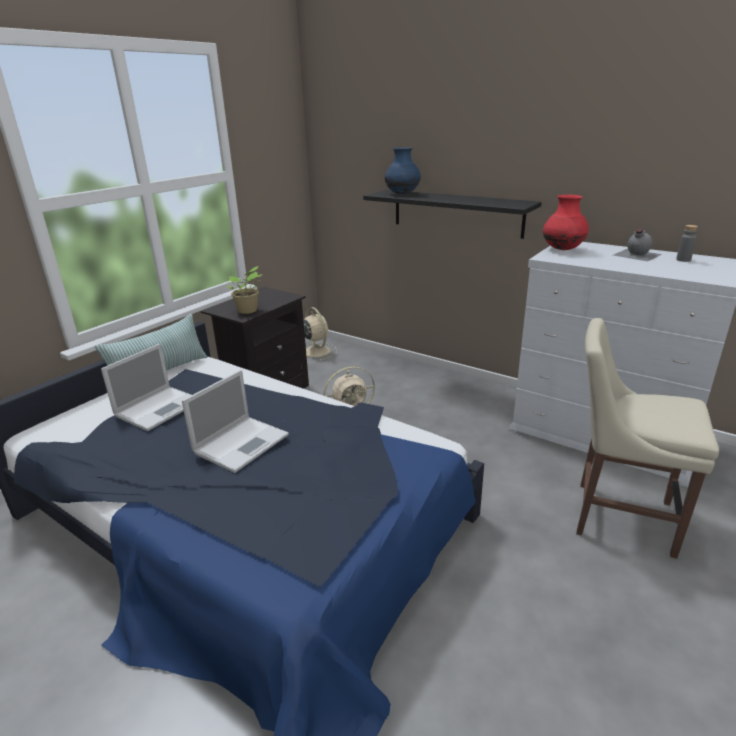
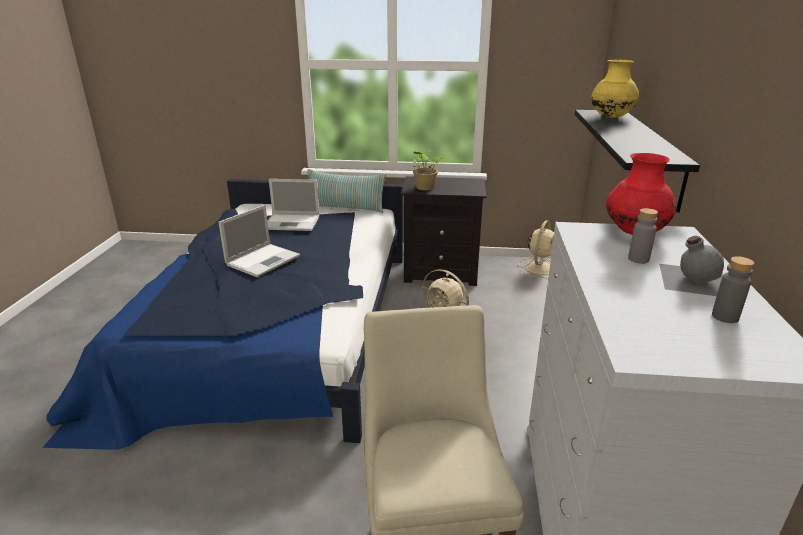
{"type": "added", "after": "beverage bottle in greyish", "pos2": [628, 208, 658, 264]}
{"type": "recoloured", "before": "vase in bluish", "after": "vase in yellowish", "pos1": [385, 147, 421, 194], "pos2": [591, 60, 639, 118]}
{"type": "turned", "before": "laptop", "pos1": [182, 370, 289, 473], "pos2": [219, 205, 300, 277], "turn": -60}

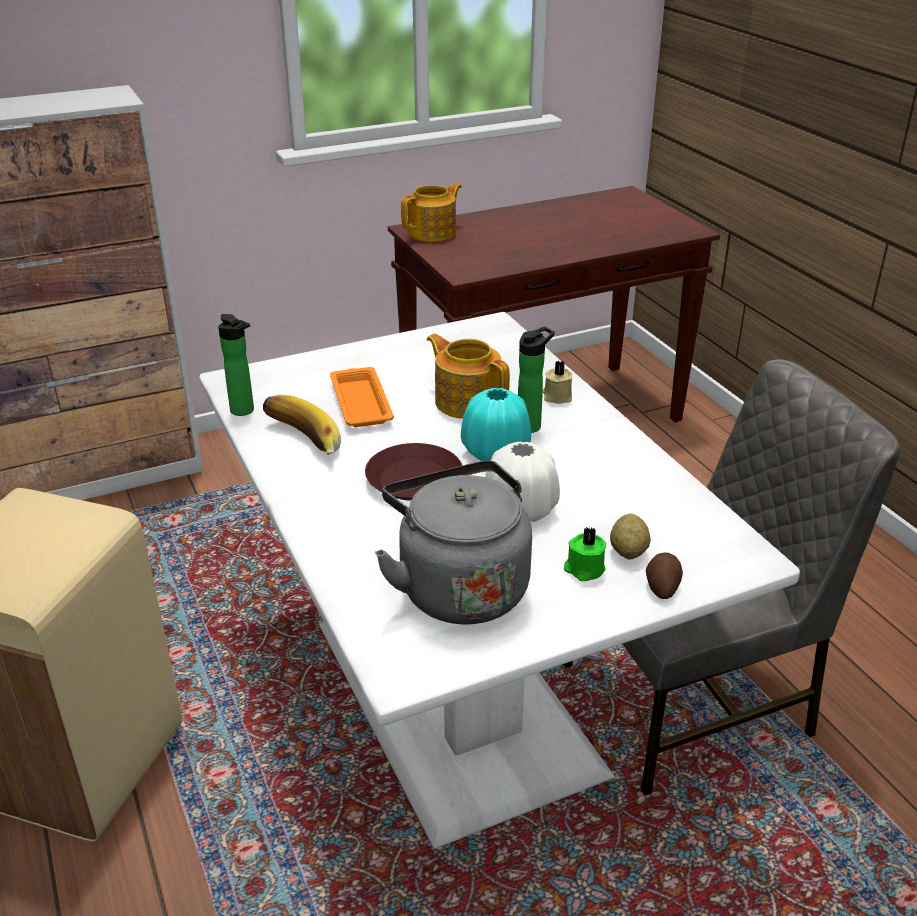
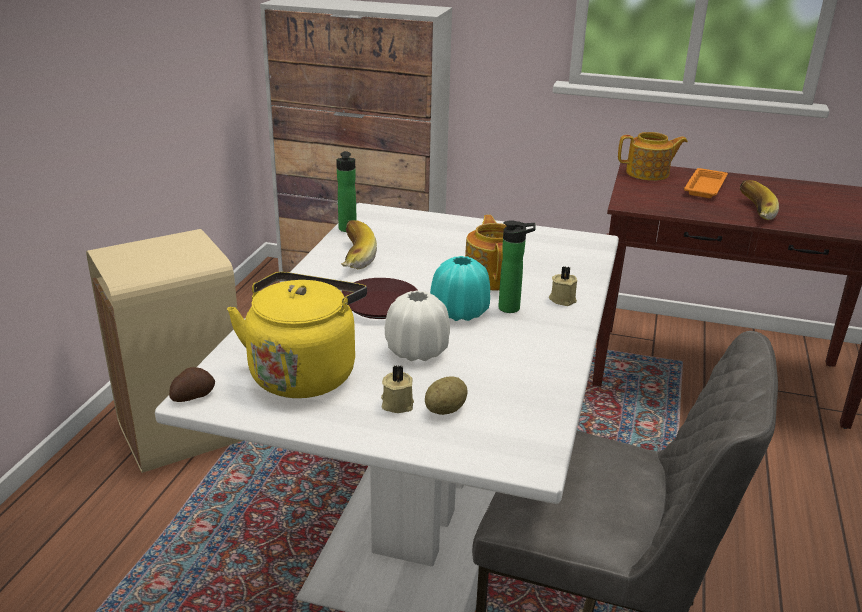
{"type": "added", "after": "banana fruit", "pos2": [740, 180, 779, 220]}
{"type": "moved", "before": "tray in orange", "pos1": [330, 367, 394, 427], "pos2": [684, 168, 728, 198]}
{"type": "moved", "before": "spud", "pos1": [646, 552, 683, 599], "pos2": [169, 367, 215, 402]}
{"type": "recoloured", "before": "kettle in greyish", "after": "kettle in yellowish", "pos1": [375, 461, 532, 625], "pos2": [227, 272, 367, 398]}
{"type": "recoloured", "before": "candle in greenish", "after": "candle in sand-coloured", "pos1": [564, 527, 606, 581], "pos2": [381, 365, 414, 413]}

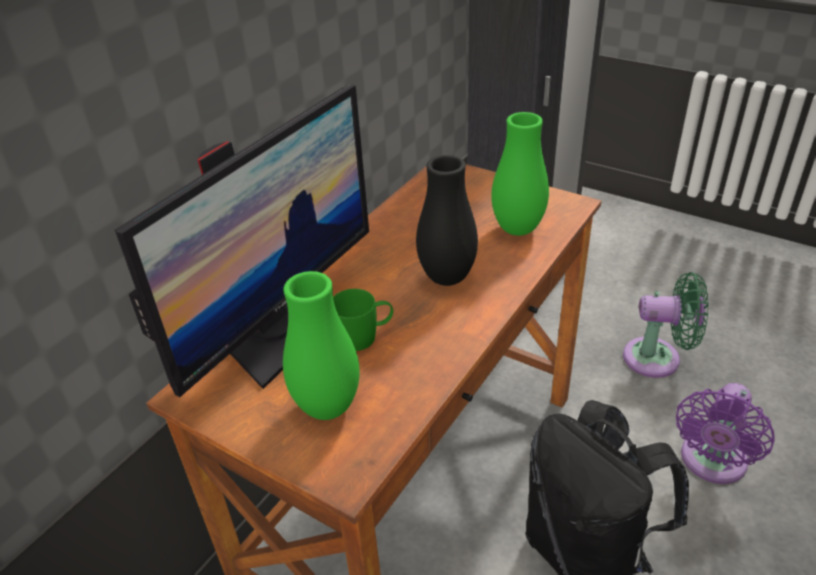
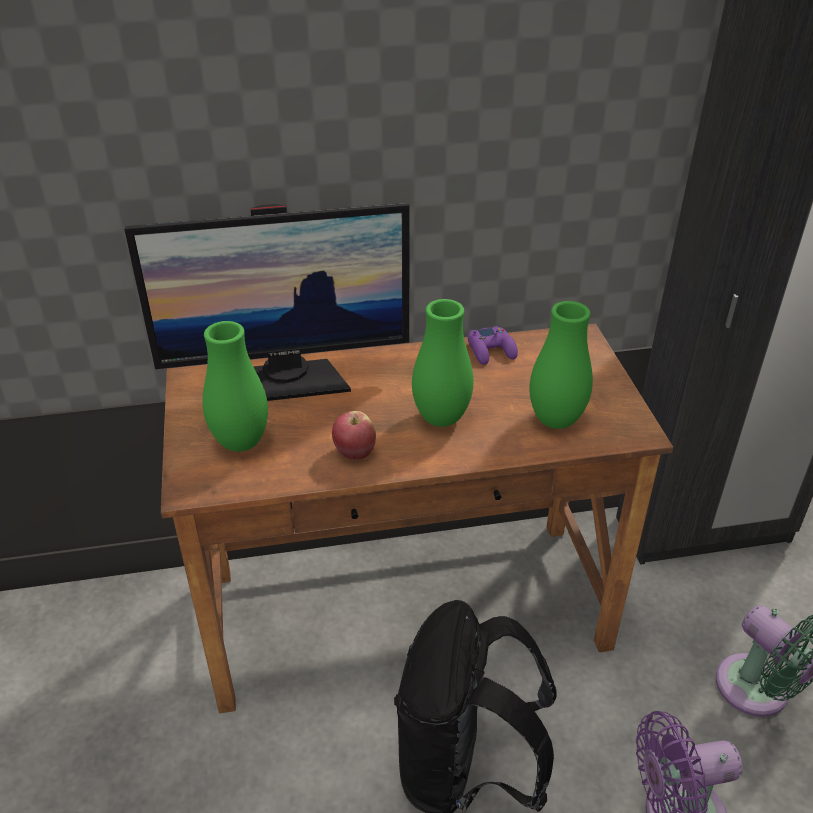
{"type": "removed", "before": "coffee mug in greenish", "pos1": [333, 289, 393, 351]}
{"type": "added", "after": "apple", "pos2": [332, 411, 376, 460]}
{"type": "added", "after": "gamepad in purplish", "pos2": [468, 326, 518, 365]}
{"type": "recoloured", "before": "vase in blackish", "after": "vase in greenish", "pos1": [416, 155, 478, 286], "pos2": [412, 299, 474, 427]}

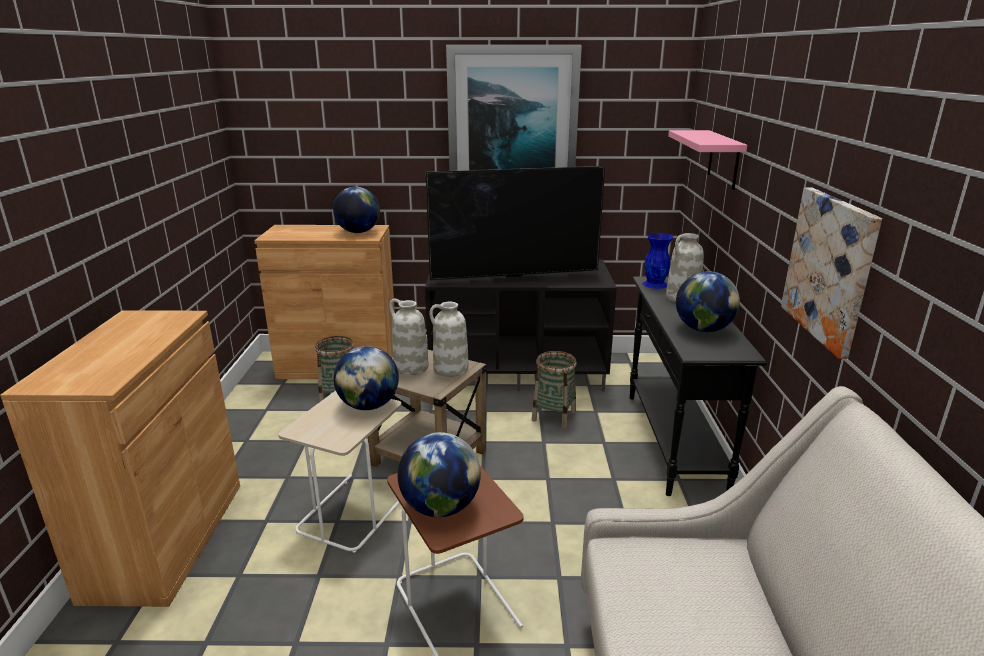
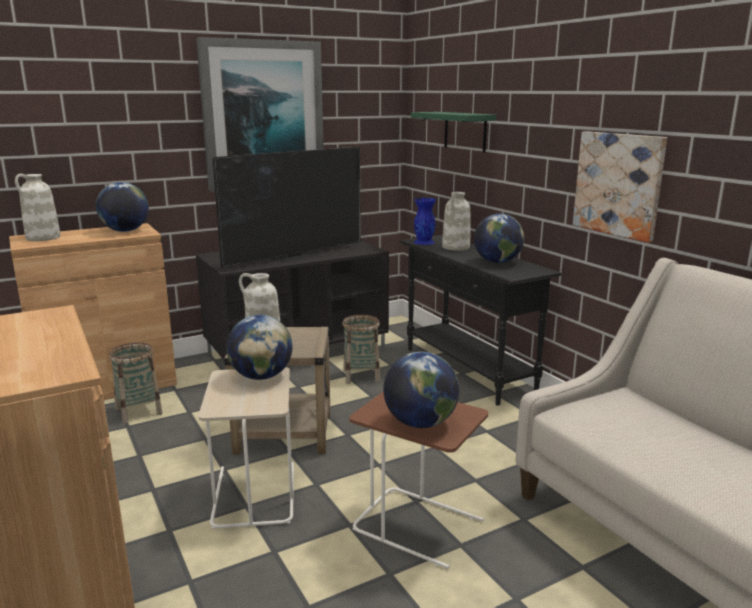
{"type": "moved", "before": "vase in white", "pos1": [429, 302, 469, 377], "pos2": [15, 174, 60, 241]}
{"type": "recoloured", "before": "shelf in pink", "after": "shelf in greenish", "pos1": [668, 130, 747, 189], "pos2": [411, 112, 496, 152]}

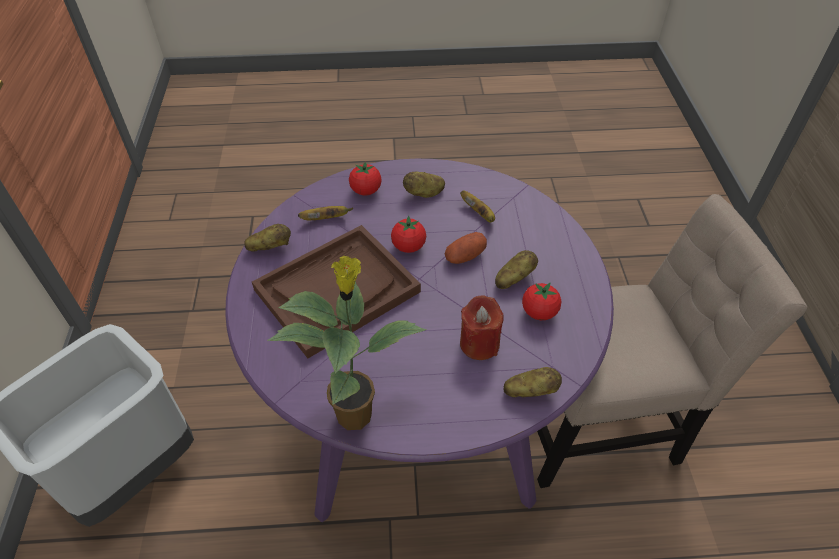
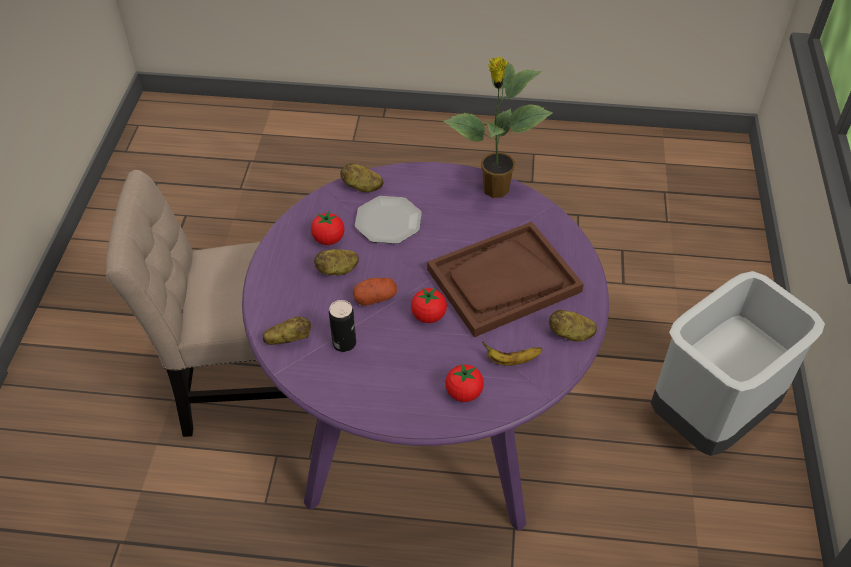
{"type": "moved", "before": "spud", "pos1": [403, 172, 445, 198], "pos2": [263, 317, 311, 345]}
{"type": "replaced", "before": "banana fruit", "after": "sealed can", "pos1": [460, 190, 495, 223], "pos2": [329, 300, 356, 352]}
{"type": "replaced", "before": "candle in reddish", "after": "dinner plate", "pos1": [460, 296, 504, 360], "pos2": [355, 196, 422, 244]}

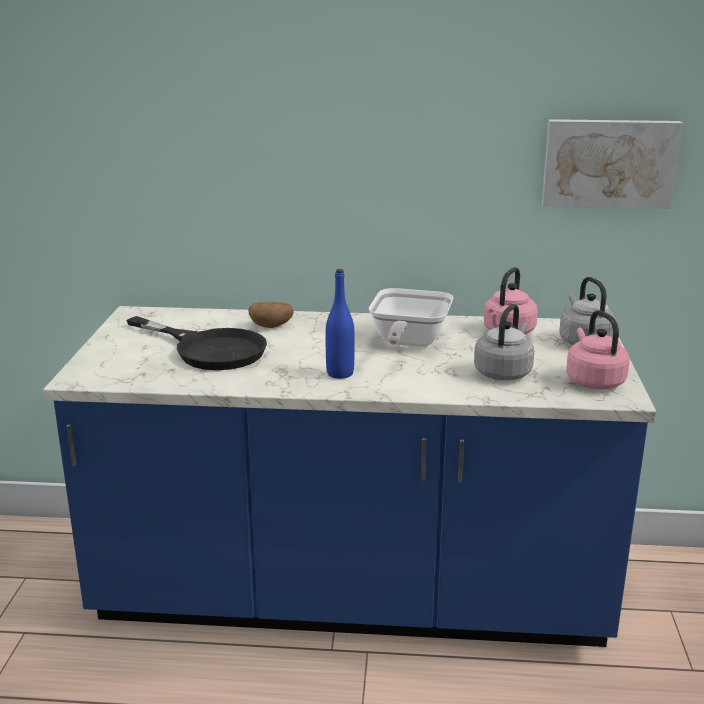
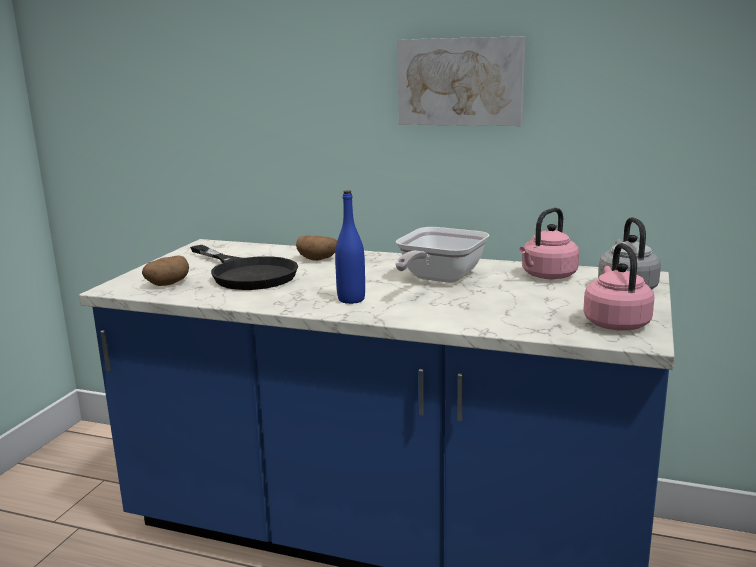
{"type": "removed", "before": "kettle in greyish", "pos1": [474, 304, 534, 380]}
{"type": "added", "after": "spud", "pos2": [142, 256, 189, 286]}
{"type": "moved", "before": "picture", "pos1": [542, 119, 683, 209], "pos2": [397, 36, 526, 126]}

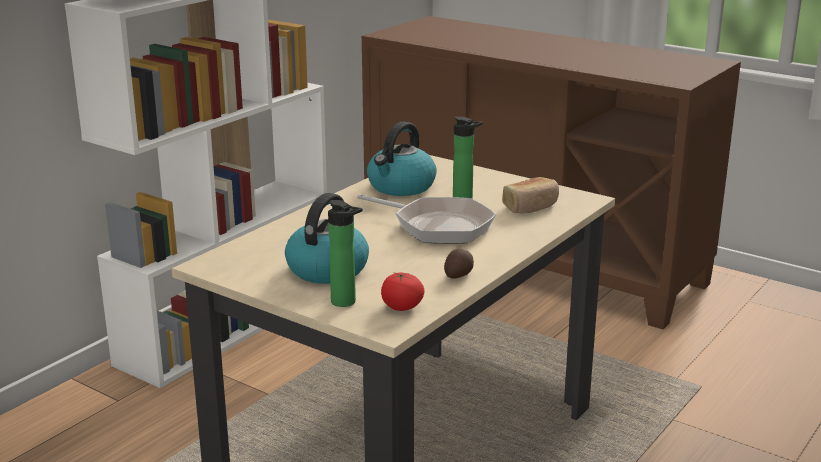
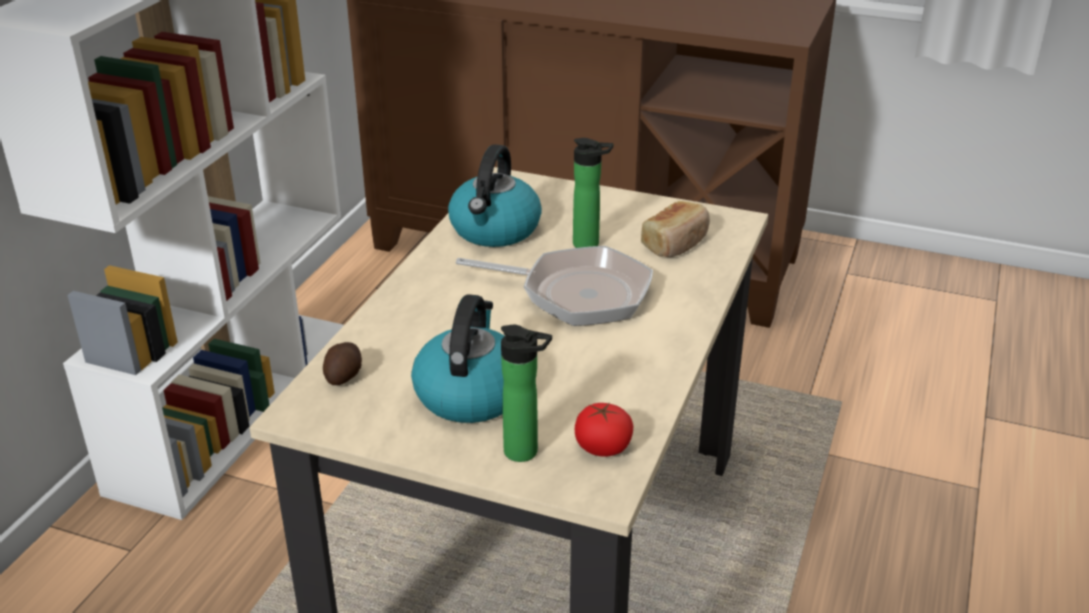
{"type": "moved", "before": "spud", "pos1": [444, 249, 474, 279], "pos2": [323, 342, 362, 385]}

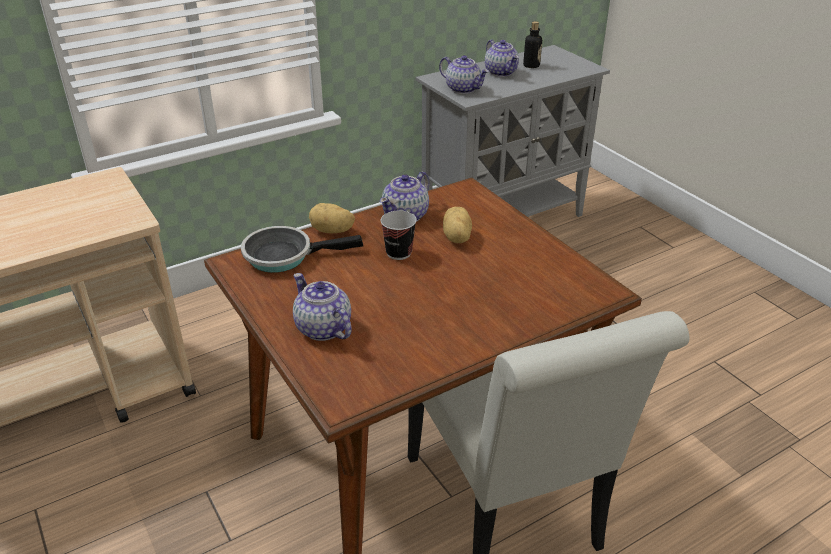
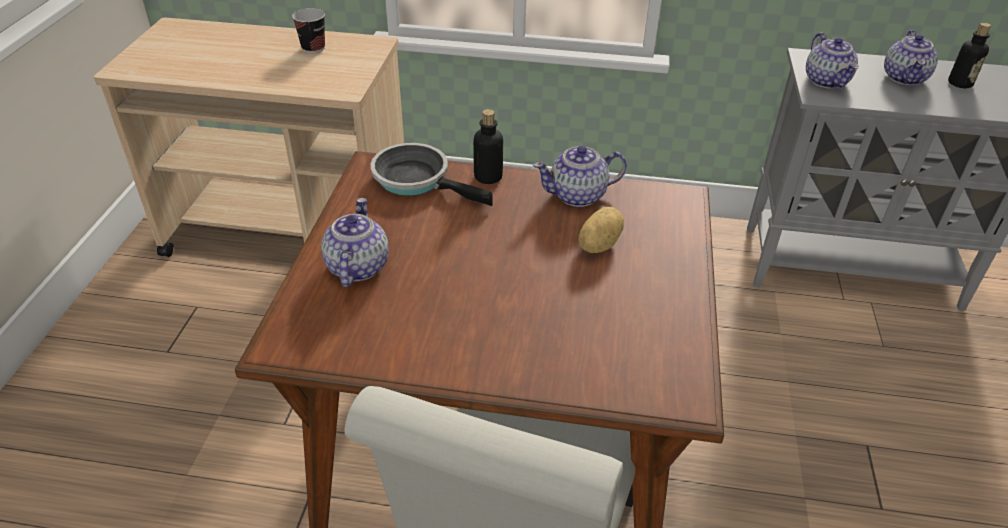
{"type": "moved", "before": "drinking cup", "pos1": [381, 211, 417, 260], "pos2": [292, 8, 325, 53]}
{"type": "replaced", "before": "spud", "after": "beverage bottle", "pos1": [309, 203, 355, 233], "pos2": [473, 109, 503, 184]}

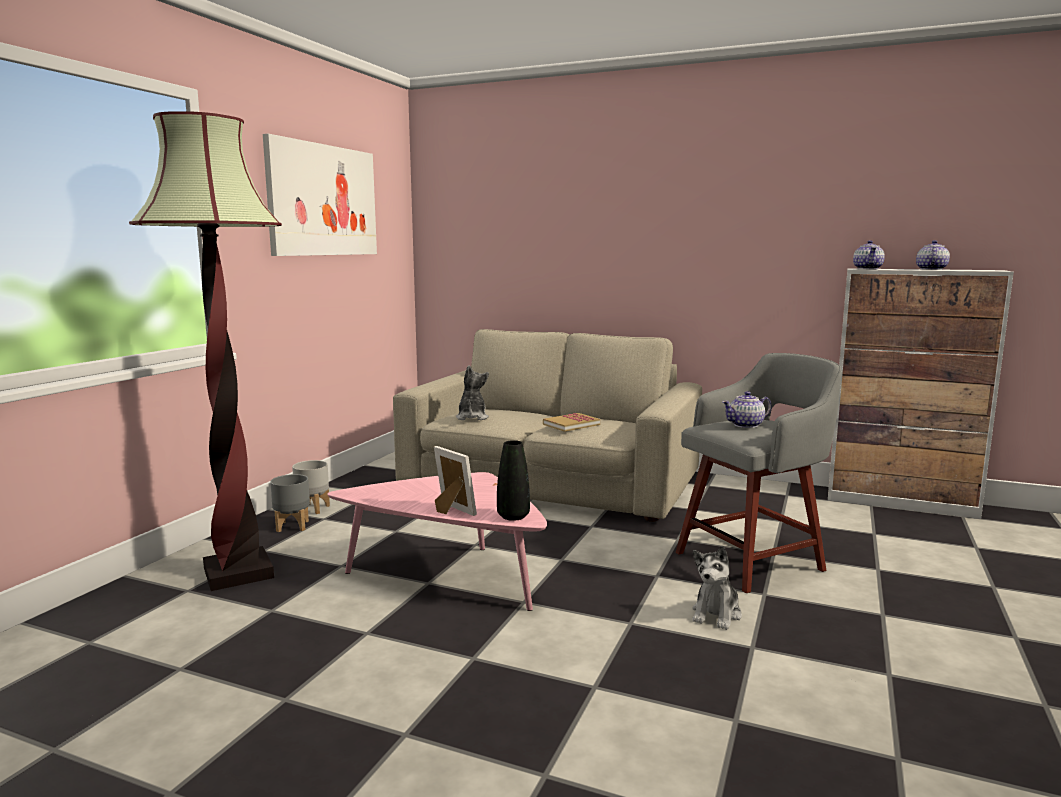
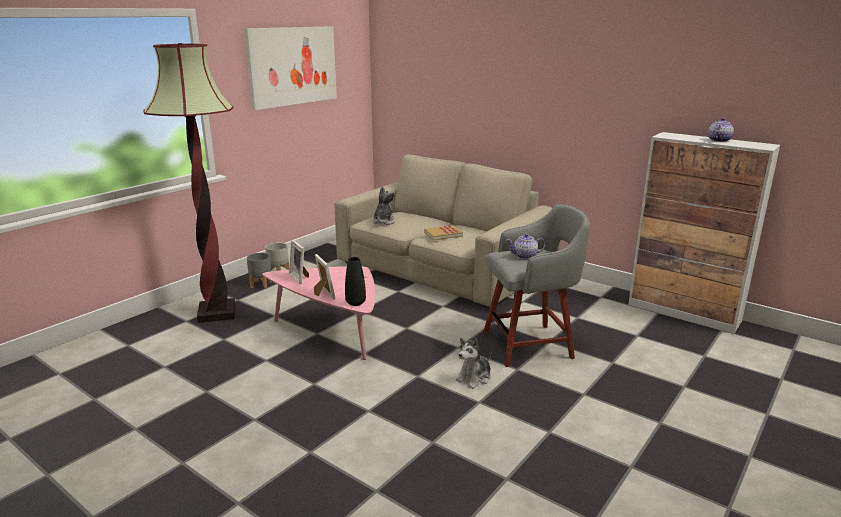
{"type": "removed", "before": "pot for tea", "pos1": [853, 240, 885, 269]}
{"type": "added", "after": "photo frame", "pos2": [289, 240, 309, 284]}

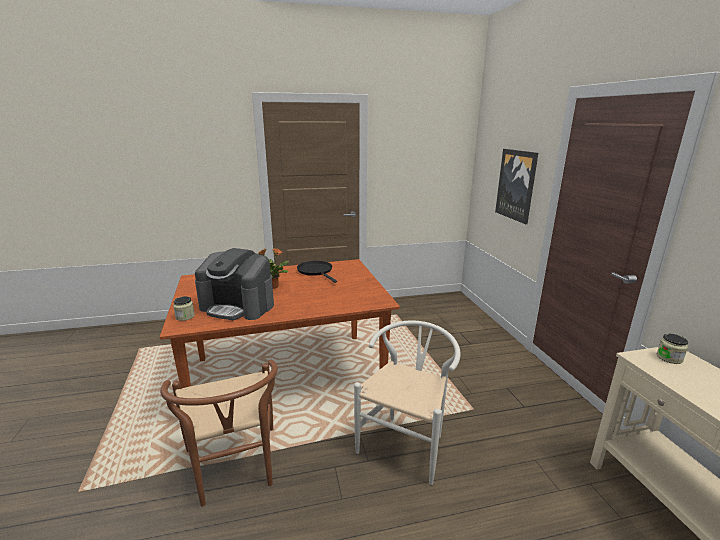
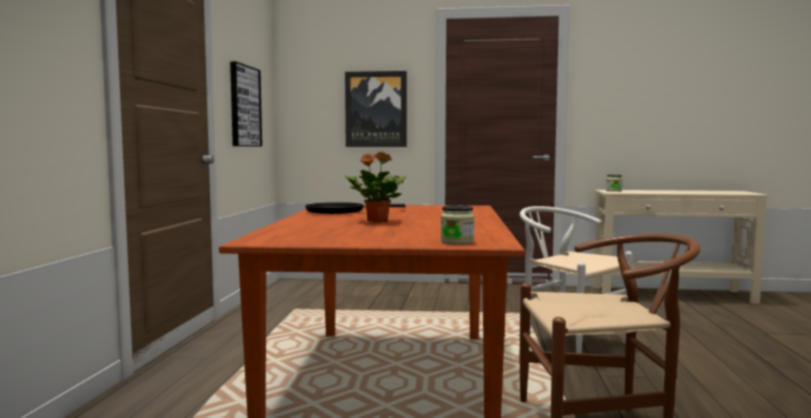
{"type": "removed", "before": "coffee brewer", "pos1": [195, 248, 274, 320]}
{"type": "added", "after": "picture", "pos2": [230, 61, 262, 146]}

